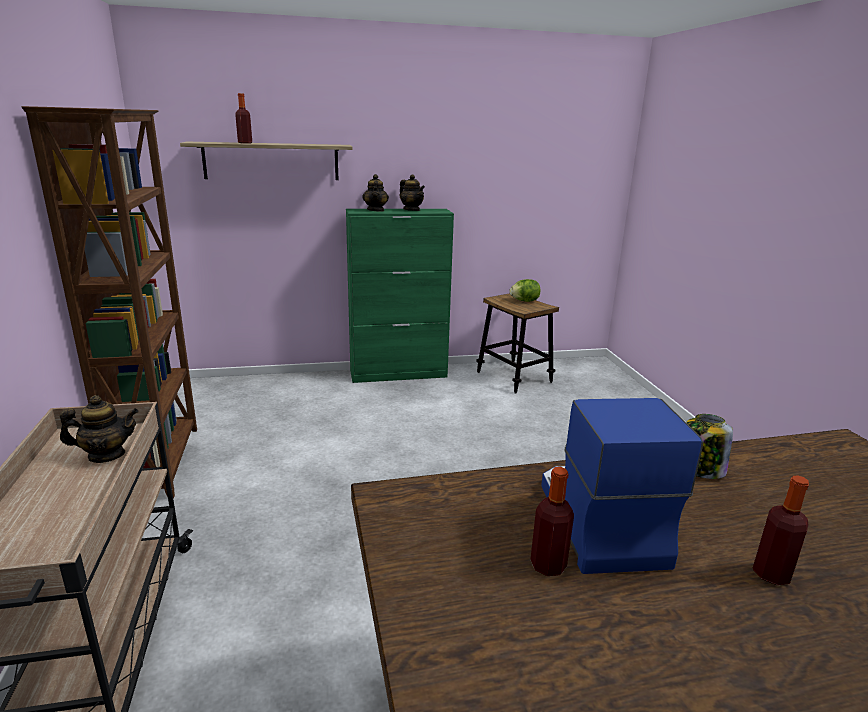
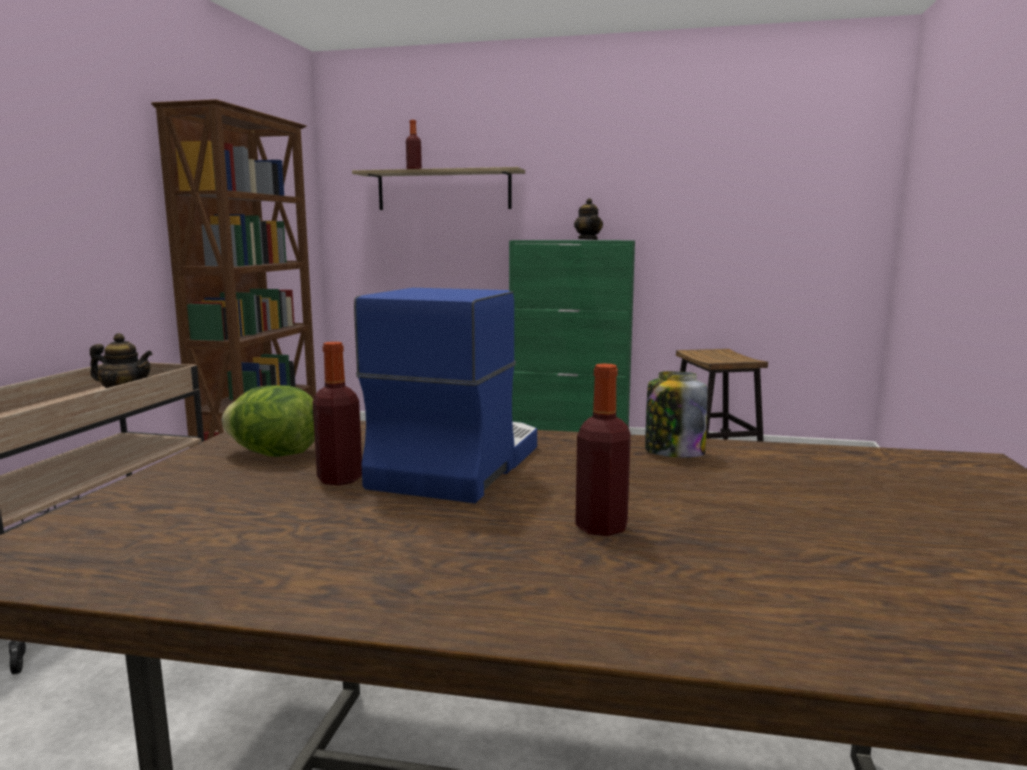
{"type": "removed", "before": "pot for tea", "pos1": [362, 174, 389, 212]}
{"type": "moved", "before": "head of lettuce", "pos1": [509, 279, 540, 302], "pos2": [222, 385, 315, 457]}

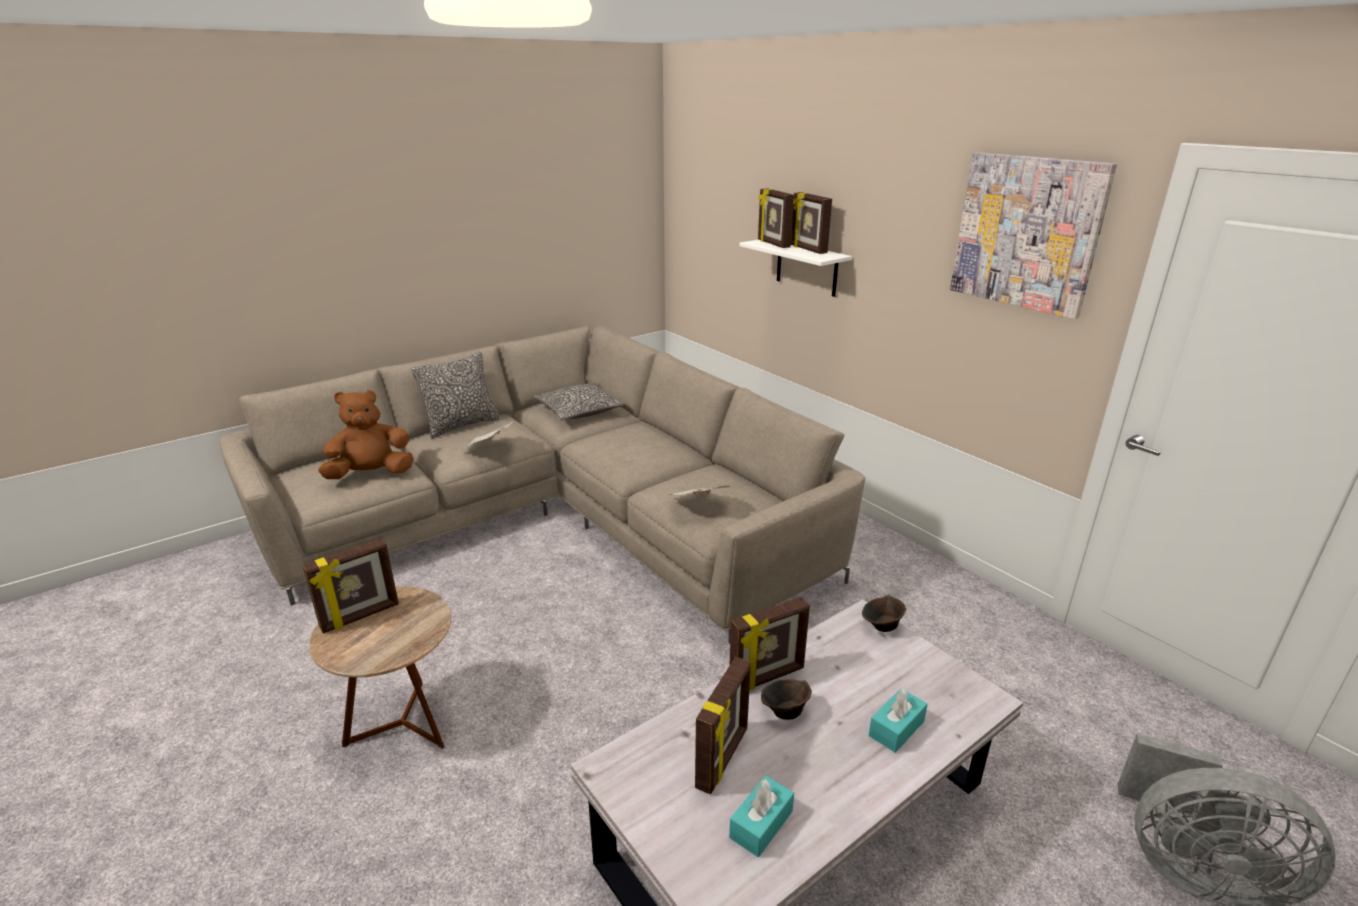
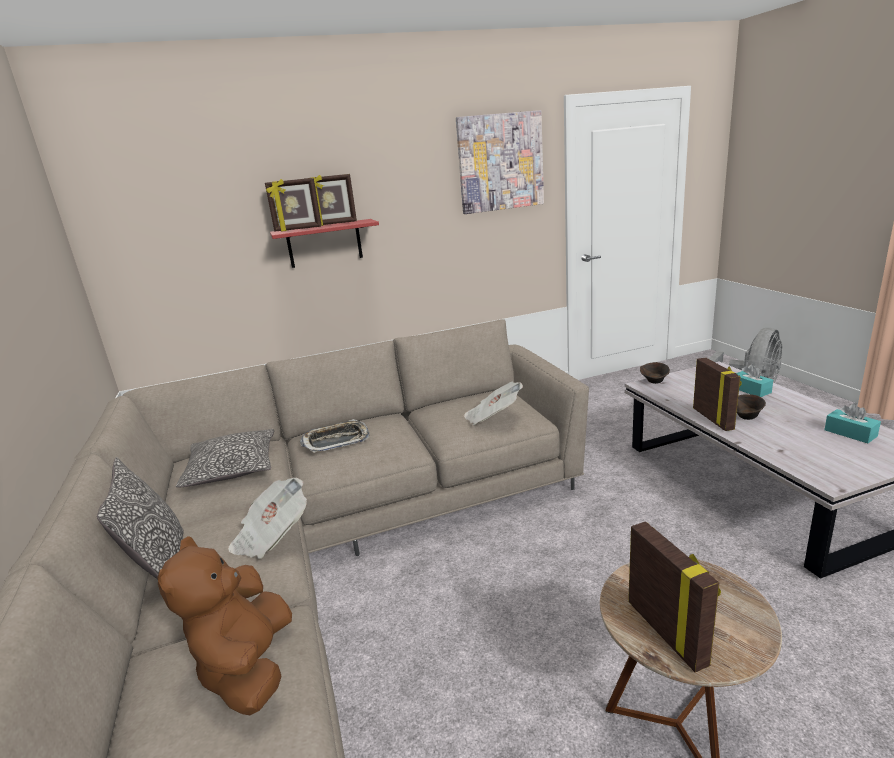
{"type": "removed", "before": "photo frame", "pos1": [695, 657, 751, 794]}
{"type": "added", "after": "tray", "pos2": [300, 419, 370, 453]}
{"type": "recoloured", "before": "shelf in white", "after": "shelf in reddish", "pos1": [739, 240, 852, 297], "pos2": [270, 219, 379, 268]}

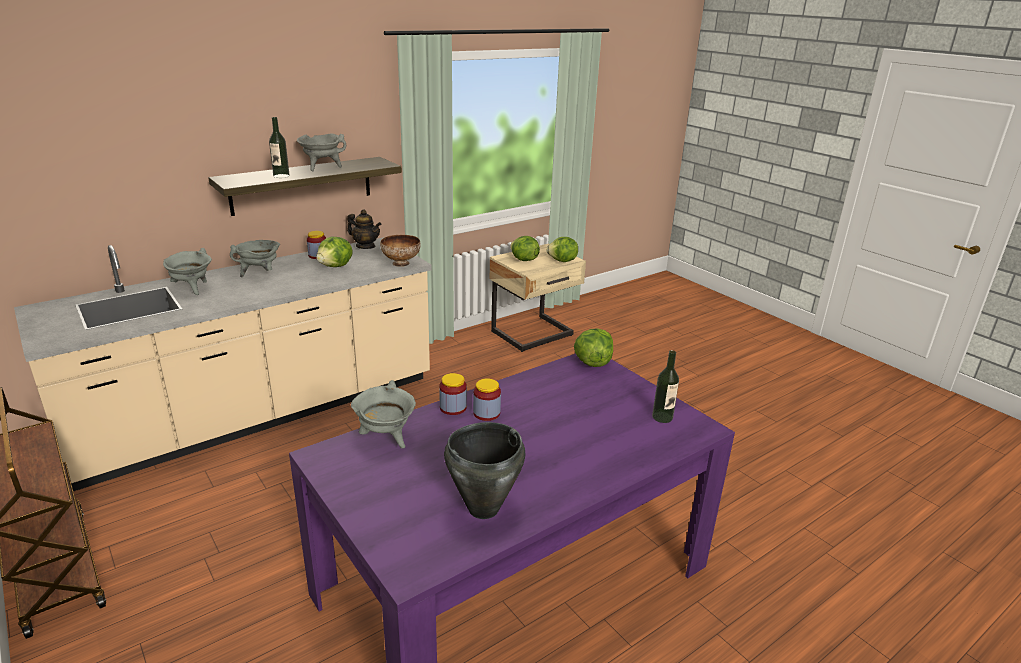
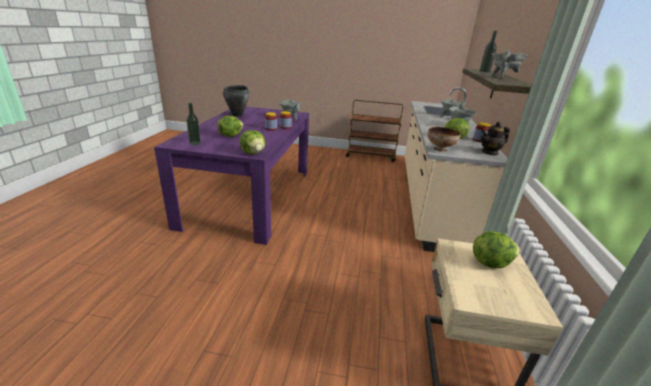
{"type": "moved", "before": "head of lettuce", "pos1": [546, 237, 578, 262], "pos2": [217, 116, 243, 137]}

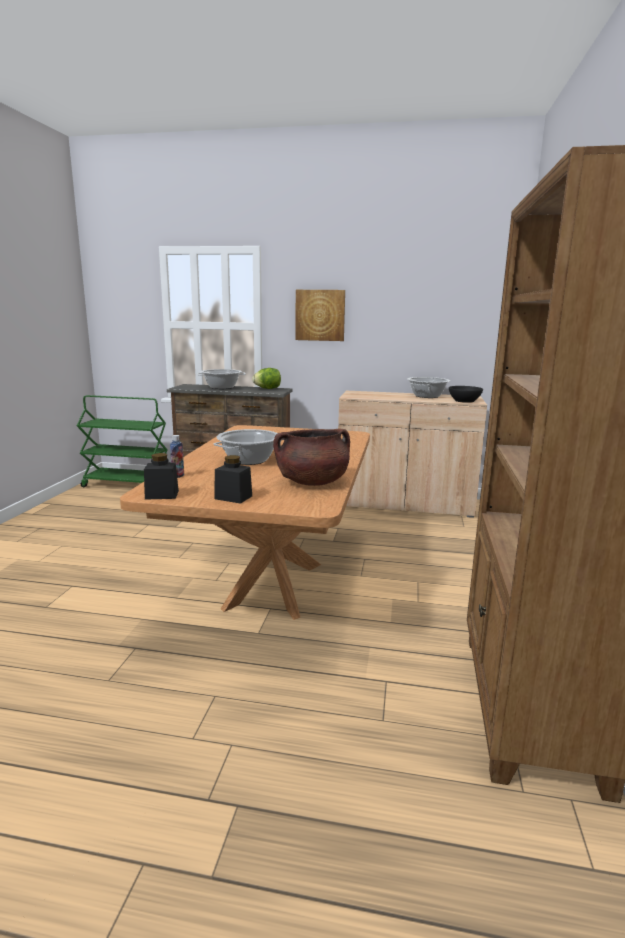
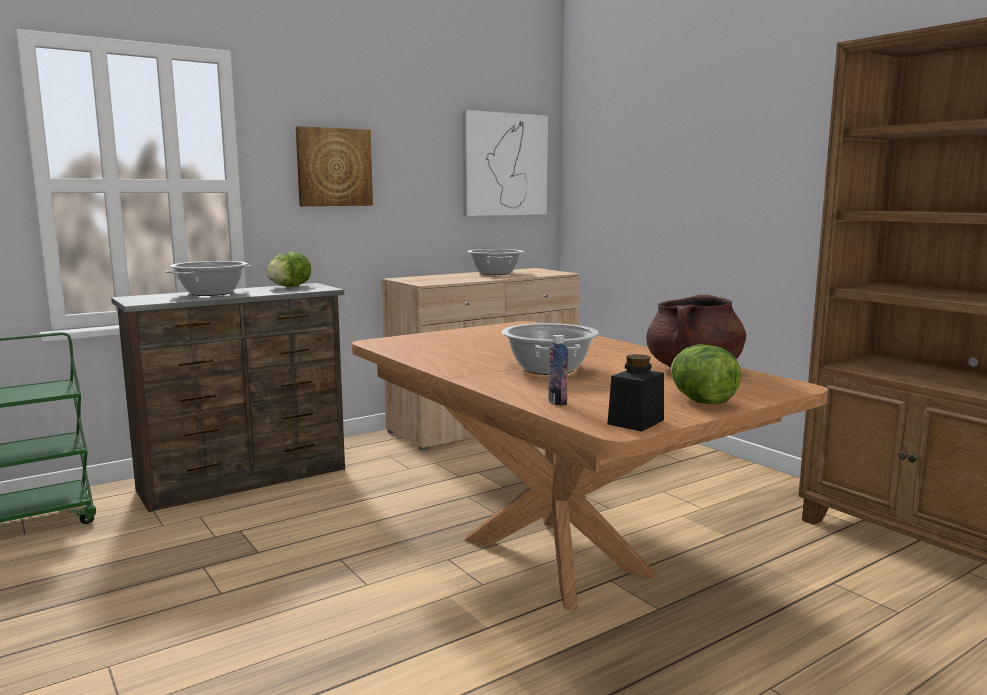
{"type": "removed", "before": "serving bowl in blackish", "pos1": [449, 386, 483, 403]}
{"type": "added", "after": "picture", "pos2": [463, 110, 548, 216]}
{"type": "replaced", "before": "storage jar in blackish", "after": "head of lettuce", "pos1": [214, 455, 252, 504], "pos2": [671, 344, 741, 404]}

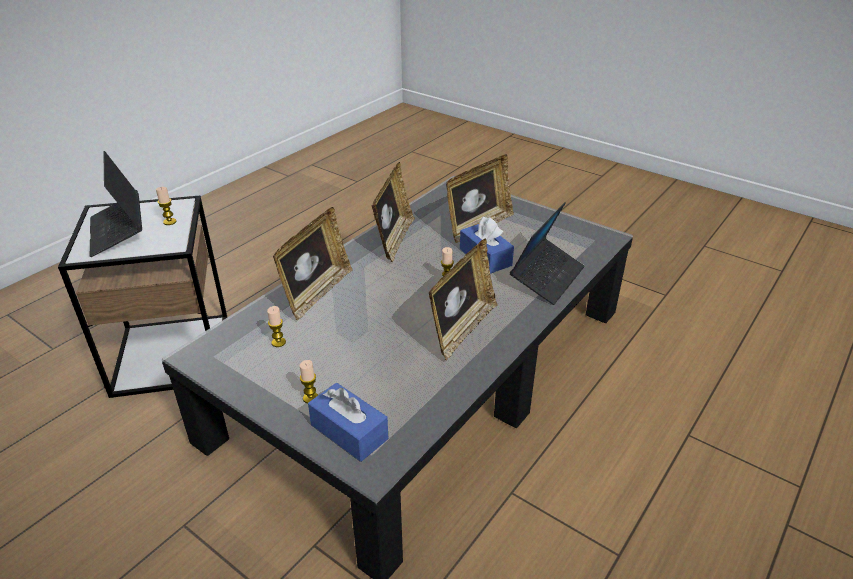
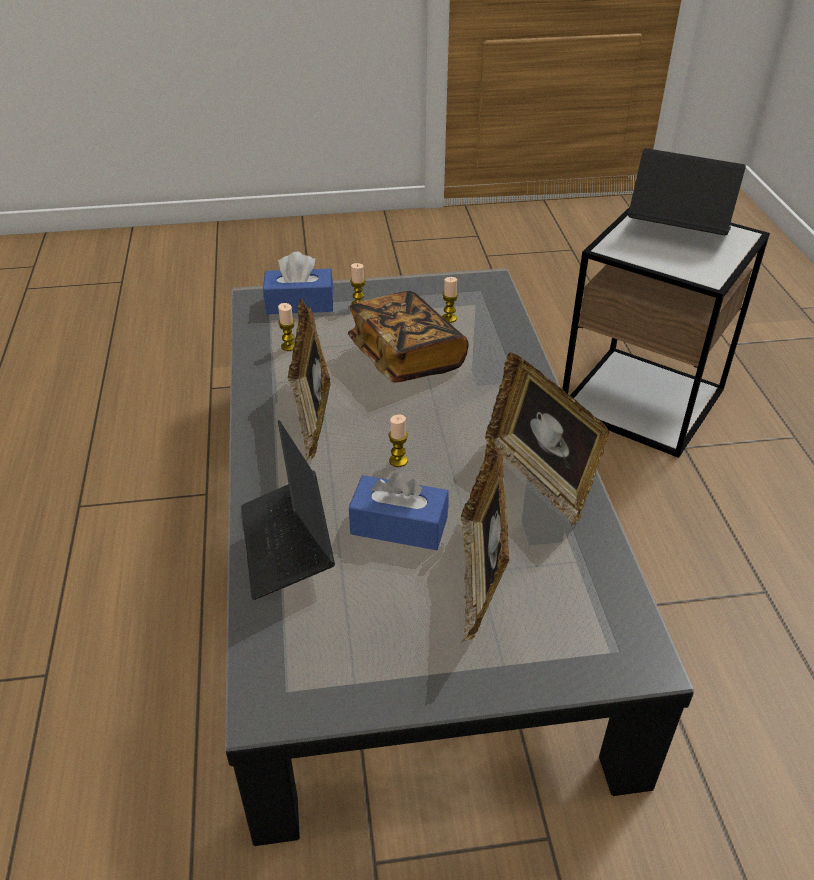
{"type": "removed", "before": "photo frame", "pos1": [273, 207, 353, 320]}
{"type": "added", "after": "volume", "pos2": [348, 291, 469, 383]}
{"type": "moved", "before": "candle", "pos1": [156, 187, 176, 225], "pos2": [278, 303, 295, 351]}

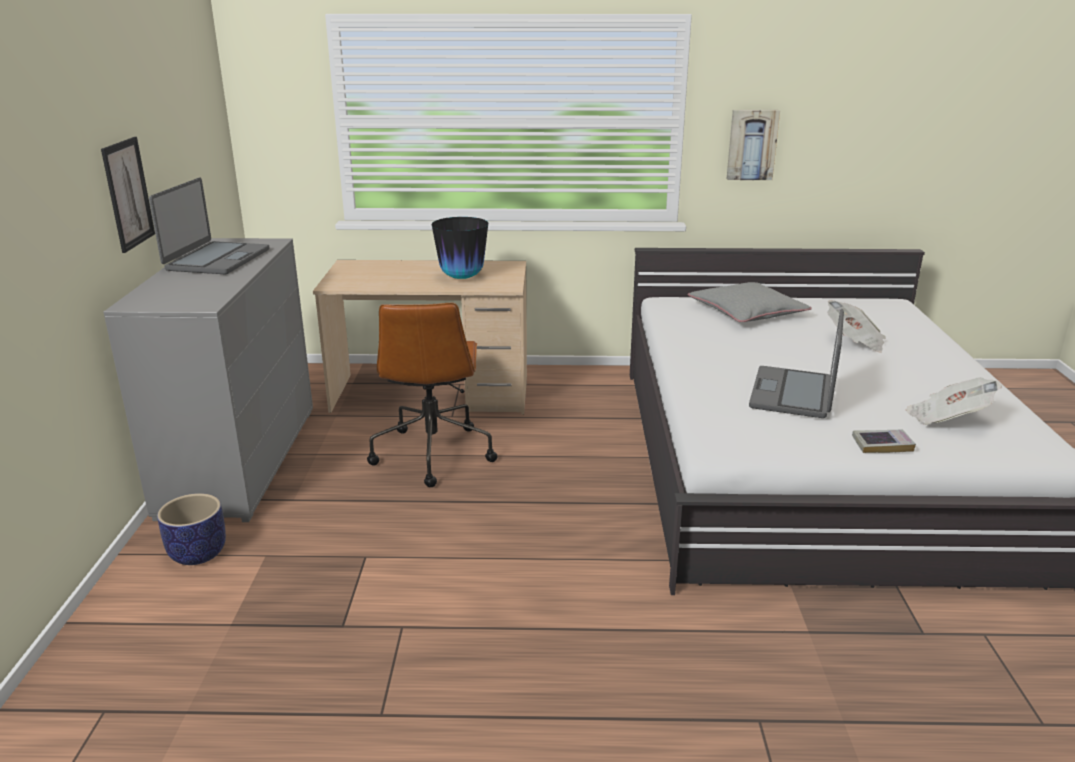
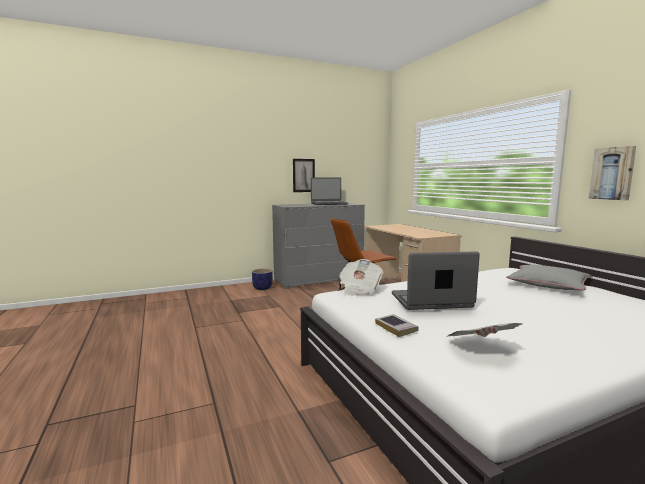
{"type": "removed", "before": "vase", "pos1": [432, 217, 488, 279]}
{"type": "moved", "before": "daily paper", "pos1": [827, 300, 886, 353], "pos2": [339, 259, 383, 296]}

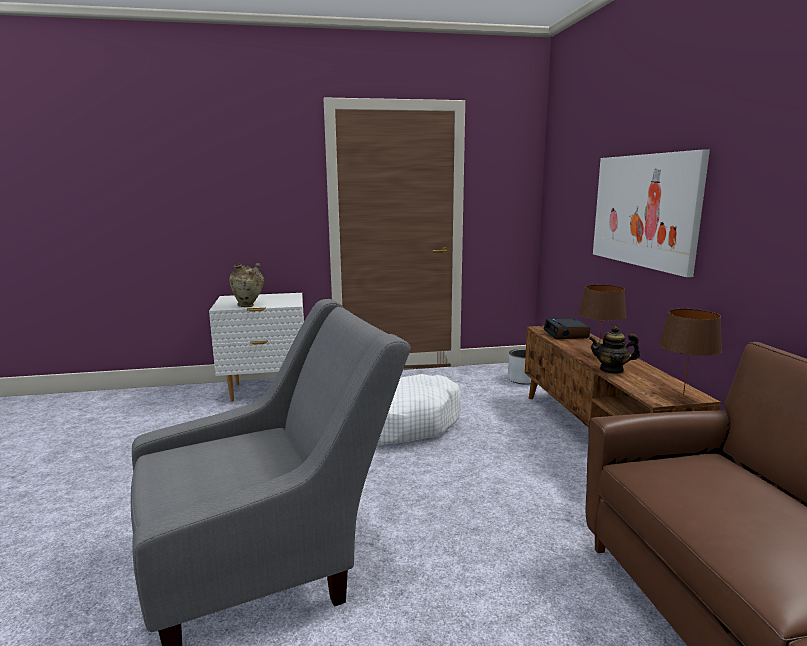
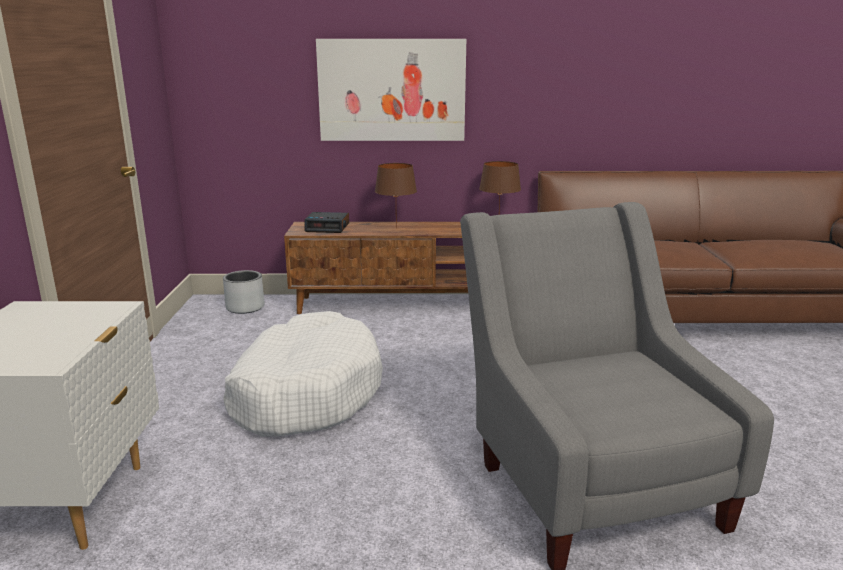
{"type": "removed", "before": "vase in sand-coloured", "pos1": [229, 263, 264, 307]}
{"type": "removed", "before": "pot for tea", "pos1": [589, 326, 640, 374]}

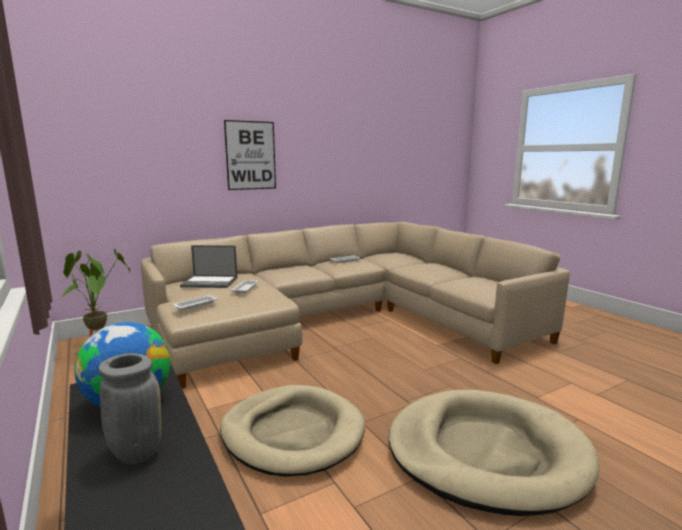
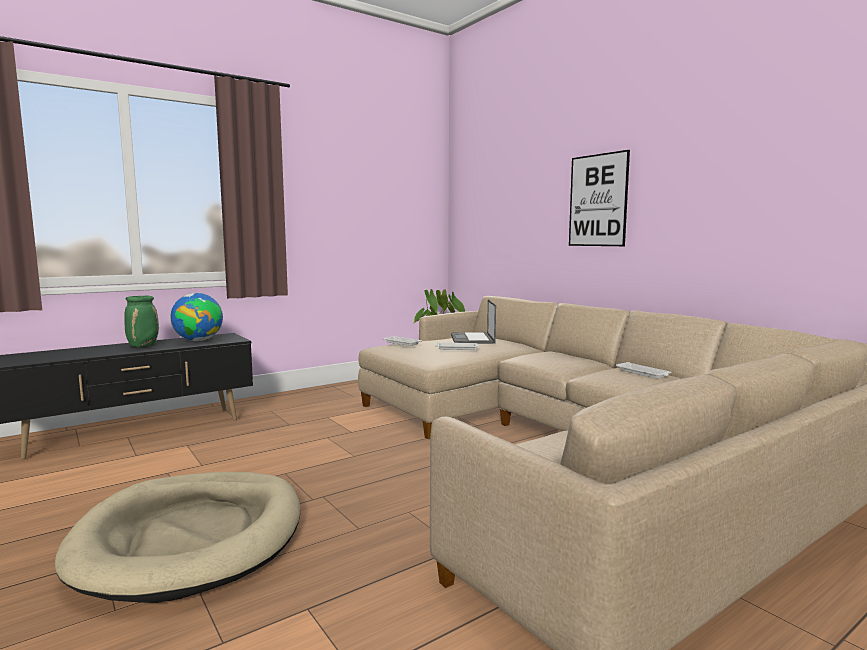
{"type": "removed", "before": "dog cushion in sand-coloured", "pos1": [220, 385, 365, 476]}
{"type": "recoloured", "before": "vase in greyish", "after": "vase in greenish", "pos1": [98, 353, 162, 464], "pos2": [124, 296, 159, 347]}

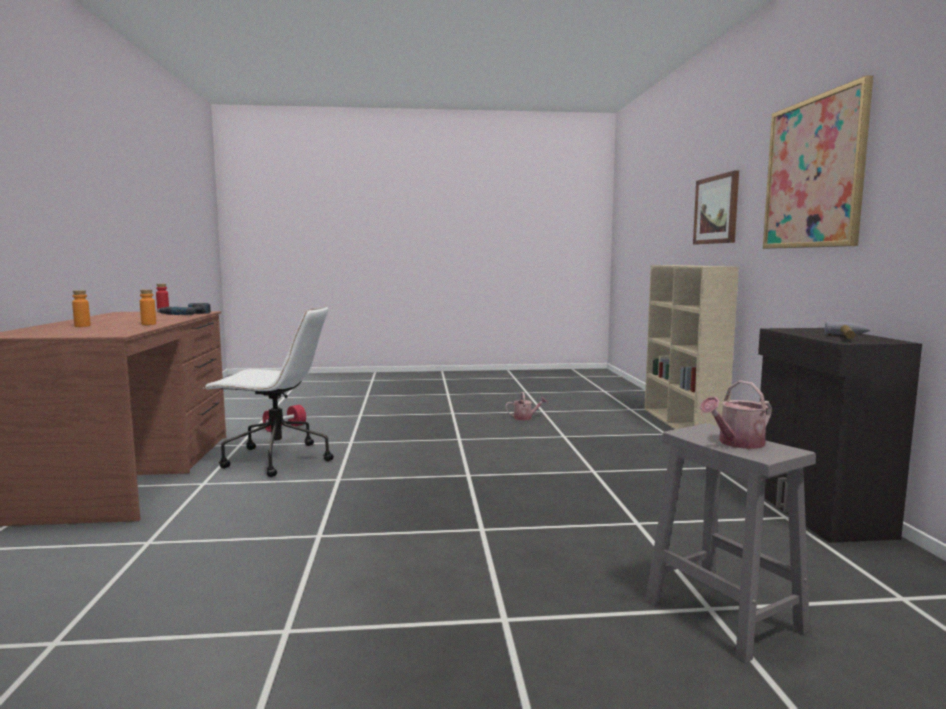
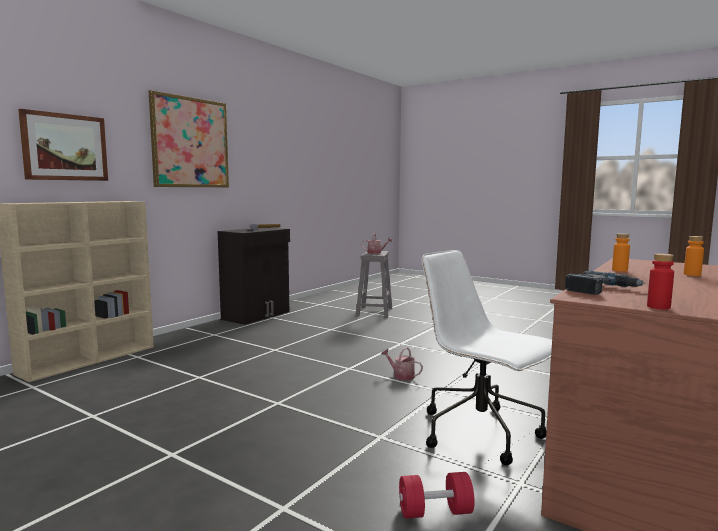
{"type": "moved", "before": "watering pot", "pos1": [505, 392, 547, 421], "pos2": [381, 347, 423, 380]}

